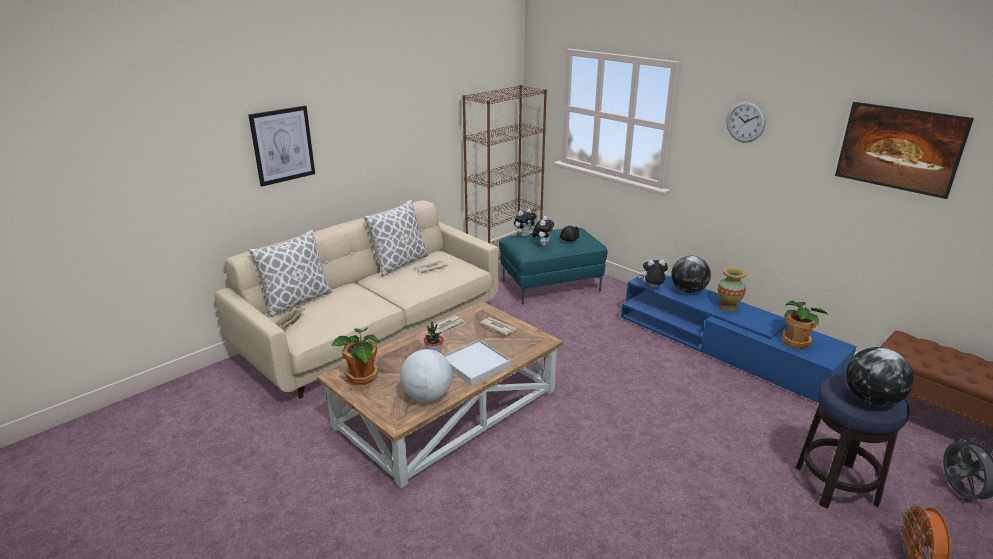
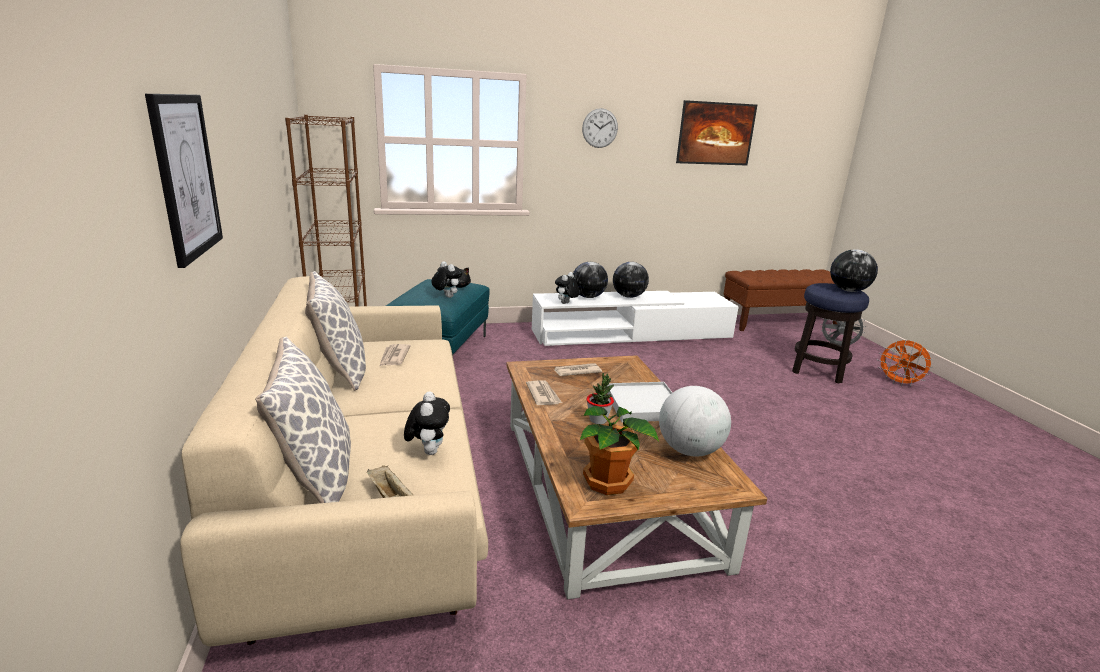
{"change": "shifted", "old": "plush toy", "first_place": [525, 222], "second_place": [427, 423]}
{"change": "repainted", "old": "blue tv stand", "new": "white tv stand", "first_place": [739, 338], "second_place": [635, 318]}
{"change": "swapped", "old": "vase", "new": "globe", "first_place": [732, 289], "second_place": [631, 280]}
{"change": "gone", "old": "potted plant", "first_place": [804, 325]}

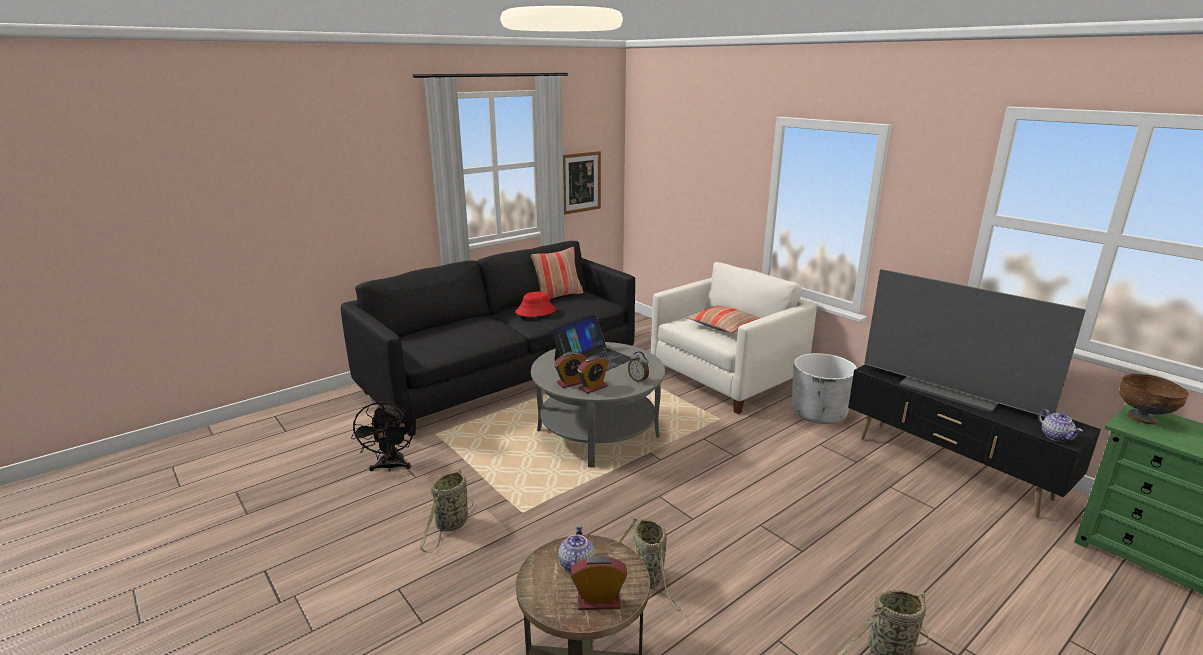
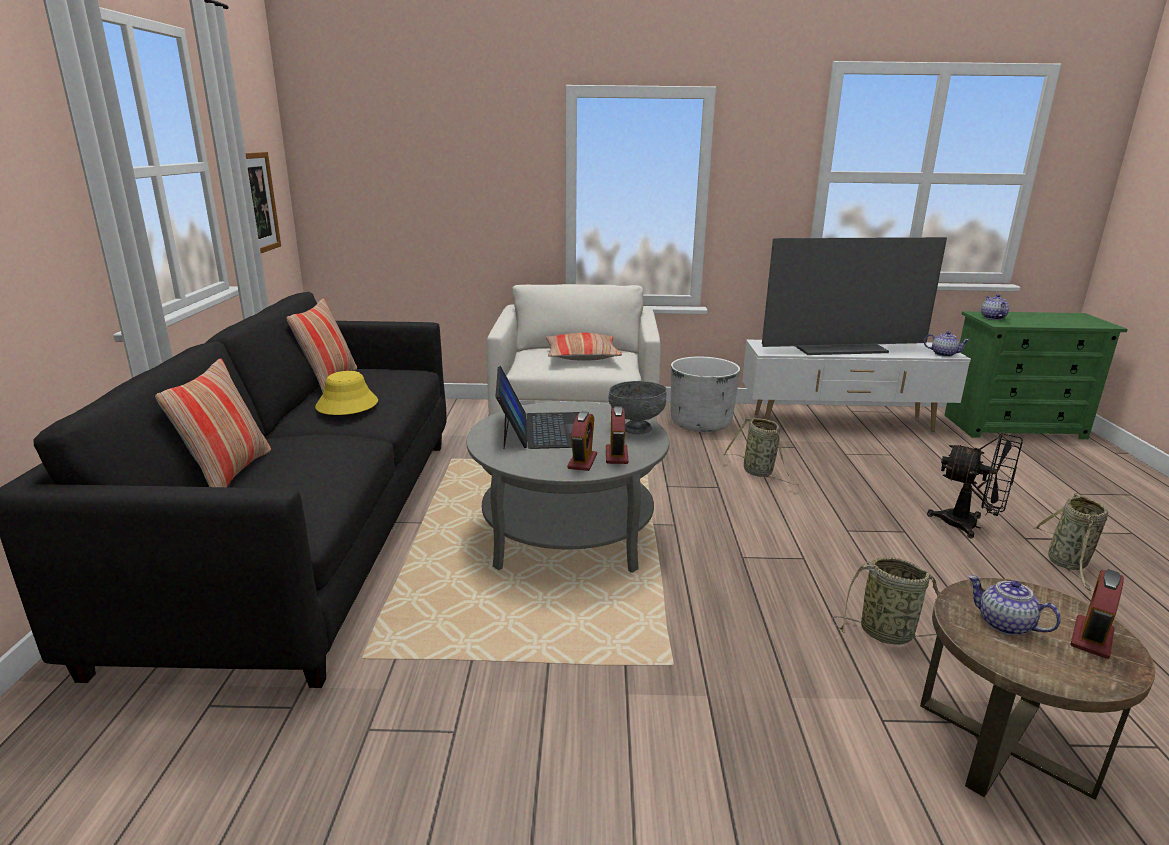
{"change": "shifted", "old": "black fan", "first_place": [382, 437], "second_place": [975, 486]}
{"change": "shifted", "old": "basket", "first_place": [446, 510], "second_place": [761, 451]}
{"change": "repainted", "old": "red hat", "new": "yellow hat", "first_place": [535, 304], "second_place": [346, 393]}
{"change": "swapped", "old": "alarm clock", "new": "grey bowl", "first_place": [638, 367], "second_place": [638, 408]}
{"change": "repainted", "old": "black tv stand", "new": "white tv stand", "first_place": [974, 441], "second_place": [856, 386]}
{"change": "swapped", "old": "brown bowl", "new": "teapot", "first_place": [1154, 399], "second_place": [995, 307]}
{"change": "new", "new": "pillow", "second_place": [213, 422]}

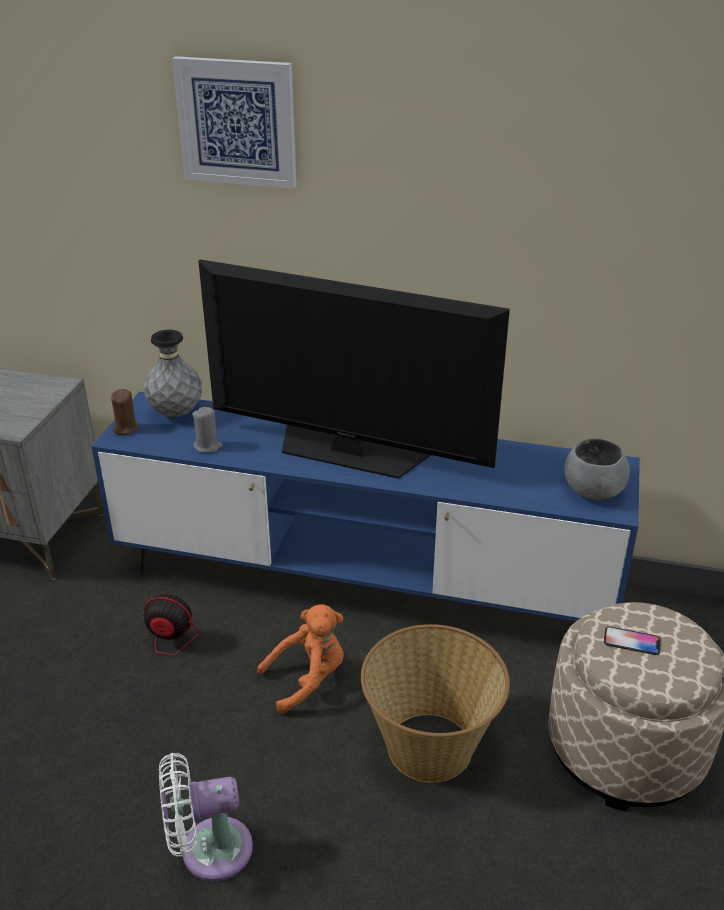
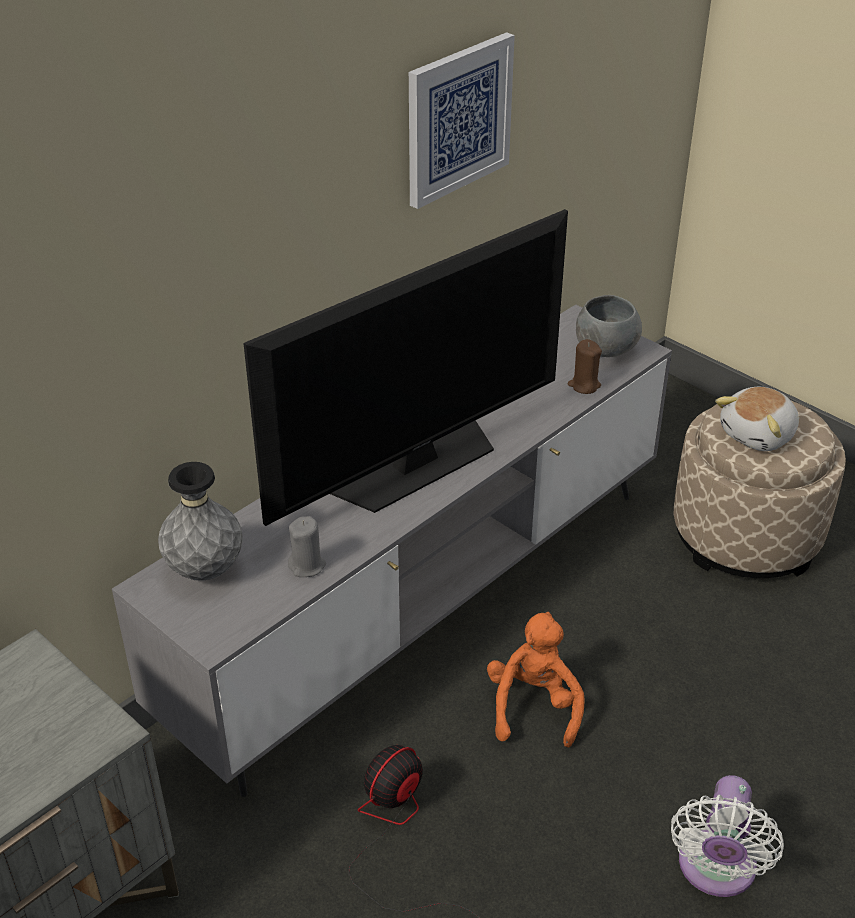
{"change": "repainted", "old": "blue tv stand", "new": "grey tv stand", "first_place": [365, 506], "second_place": [392, 550]}
{"change": "shifted", "old": "brown candle", "first_place": [125, 412], "second_place": [585, 366]}
{"change": "shifted", "old": "picture", "first_place": [234, 122], "second_place": [462, 120]}
{"change": "gone", "old": "basket", "first_place": [435, 703]}
{"change": "swapped", "old": "phone", "new": "plush toy", "first_place": [632, 641], "second_place": [757, 419]}

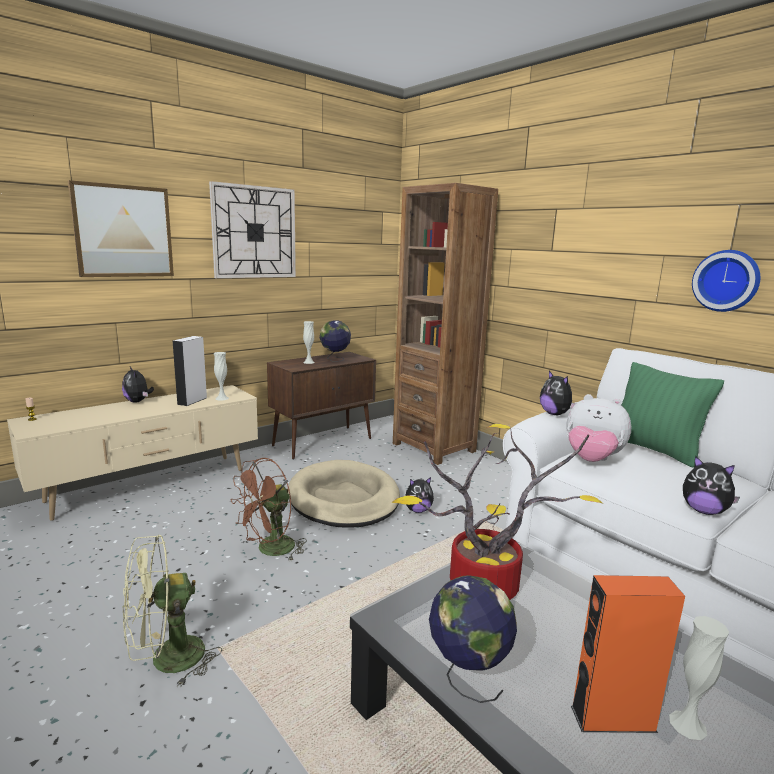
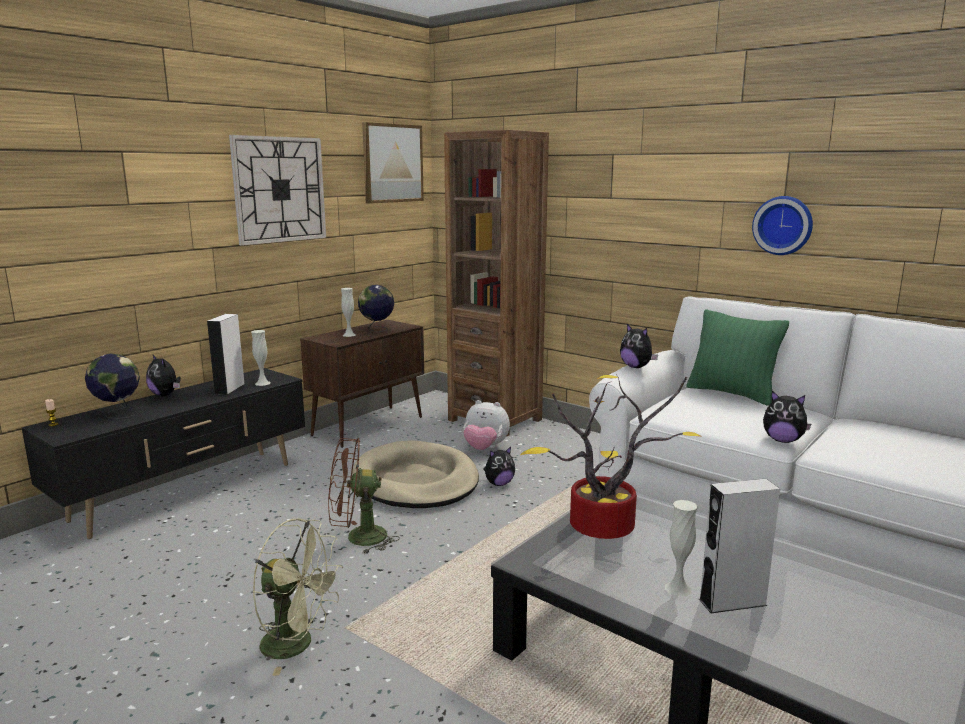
{"change": "repainted", "old": "beige tv stand", "new": "black tv stand", "first_place": [132, 453], "second_place": [163, 453]}
{"change": "shifted", "old": "picture", "first_place": [121, 228], "second_place": [393, 163]}
{"change": "rotated", "old": "green fan", "first_place": [172, 611], "second_place": [298, 597], "degrees": -120}
{"change": "rotated", "old": "brown fan", "first_place": [269, 510], "second_place": [364, 496], "degrees": 45}
{"change": "shifted", "old": "globe", "first_place": [473, 639], "second_place": [112, 386]}
{"change": "shifted", "old": "plush toy", "first_place": [599, 428], "second_place": [486, 425]}
{"change": "repainted", "old": "orange speaker", "new": "grey speaker", "first_place": [628, 654], "second_place": [739, 546]}
{"change": "shifted", "old": "white vase", "first_place": [699, 678], "second_place": [681, 548]}

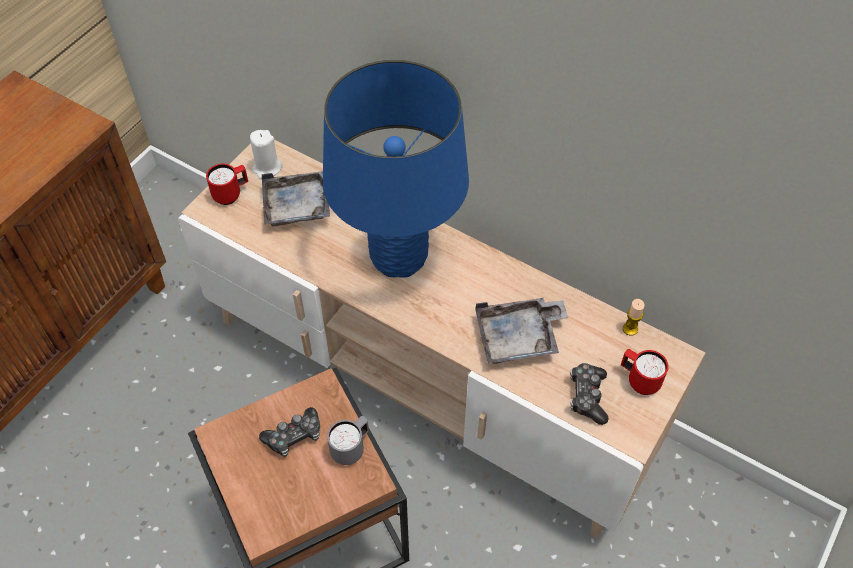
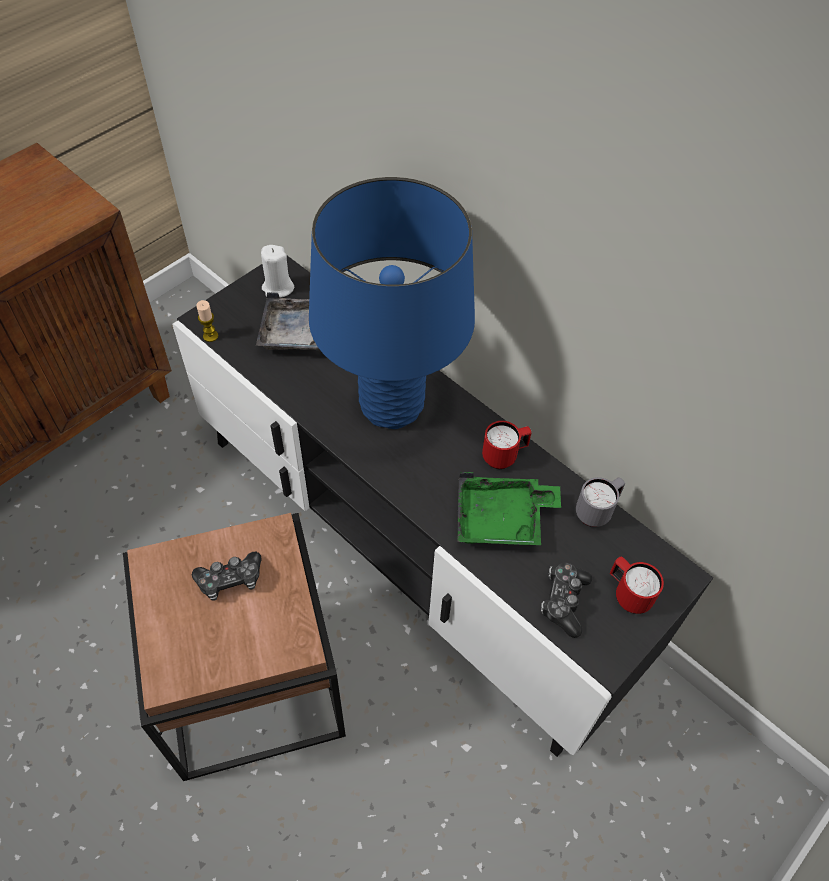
{"change": "repainted", "old": "beige tv stand", "new": "black tv stand", "first_place": [441, 339], "second_place": [442, 506]}
{"change": "shifted", "old": "red mug", "first_place": [227, 184], "second_place": [507, 445]}
{"change": "shifted", "old": "grey mug", "first_place": [348, 440], "second_place": [600, 502]}
{"change": "repainted", "old": "grey tray", "new": "green tray", "first_place": [521, 331], "second_place": [509, 508]}
{"change": "shifted", "old": "candle", "first_place": [634, 317], "second_place": [207, 321]}

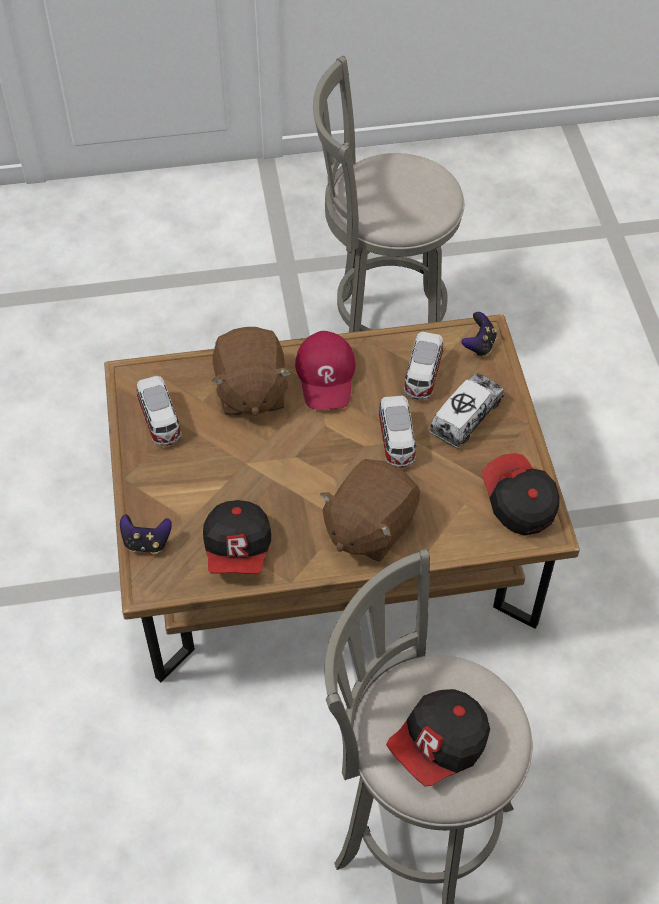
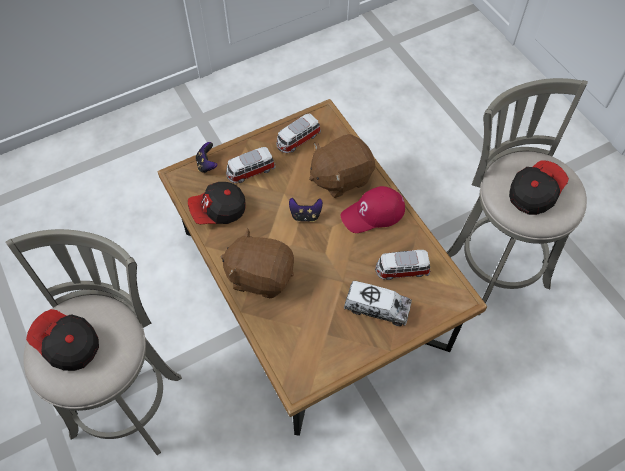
{"change": "shifted", "old": "toy car", "first_place": [397, 432], "second_place": [251, 165]}
{"change": "shifted", "old": "game controller", "first_place": [479, 334], "second_place": [306, 210]}
{"change": "shifted", "old": "cap", "first_place": [521, 494], "second_place": [539, 187]}

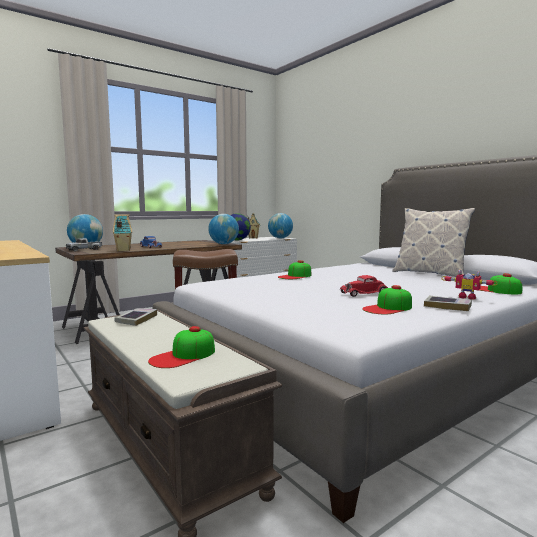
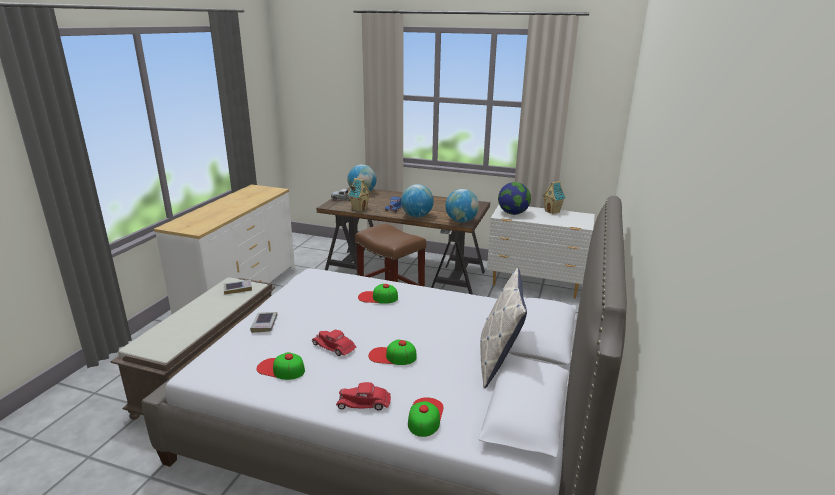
{"change": "shifted", "old": "cap", "first_place": [181, 347], "second_place": [392, 352]}
{"change": "shifted", "old": "globe", "first_place": [280, 225], "second_place": [417, 200]}
{"change": "shifted", "old": "book", "first_place": [448, 303], "second_place": [264, 322]}
{"change": "swapped", "old": "toy robot", "new": "red toy car", "first_place": [469, 285], "second_place": [363, 396]}

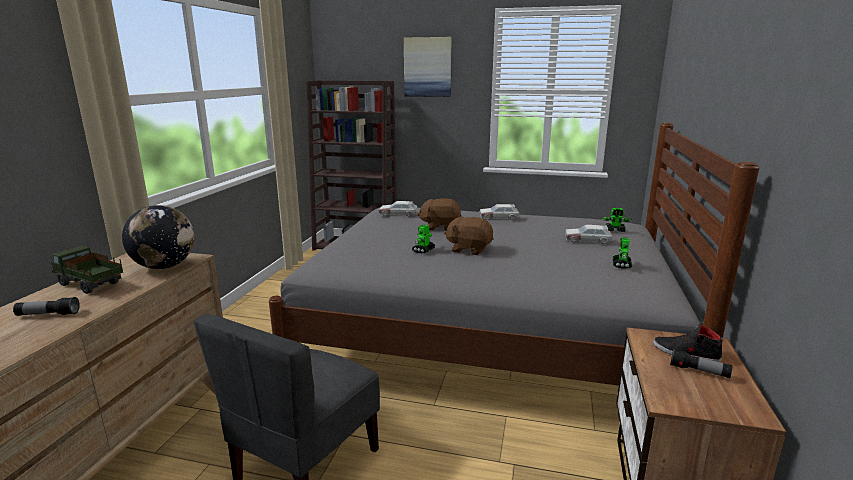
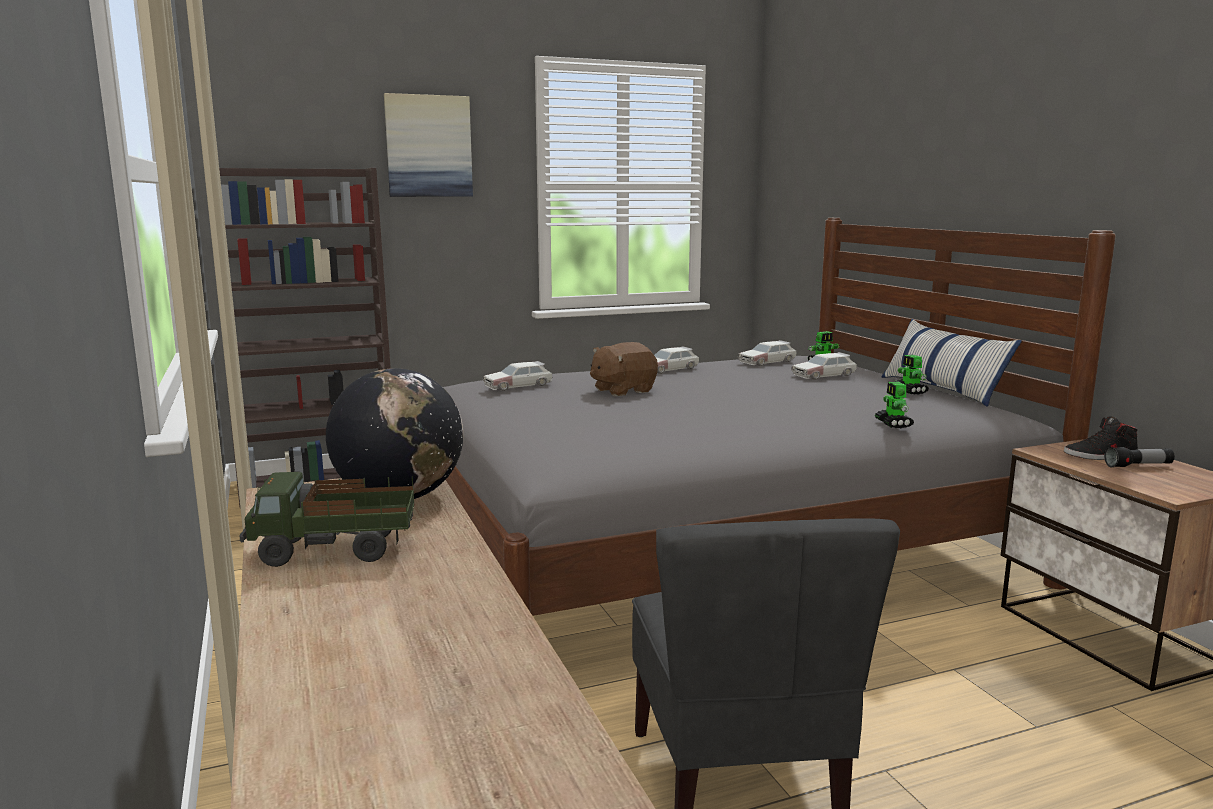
{"change": "gone", "old": "flashlight", "first_place": [46, 306]}
{"change": "shifted", "old": "toy robot", "first_place": [423, 239], "second_place": [894, 405]}
{"change": "gone", "old": "brown plush toy", "first_place": [469, 235]}
{"change": "new", "new": "toy car", "second_place": [767, 353]}
{"change": "new", "new": "pillow", "second_place": [952, 363]}

